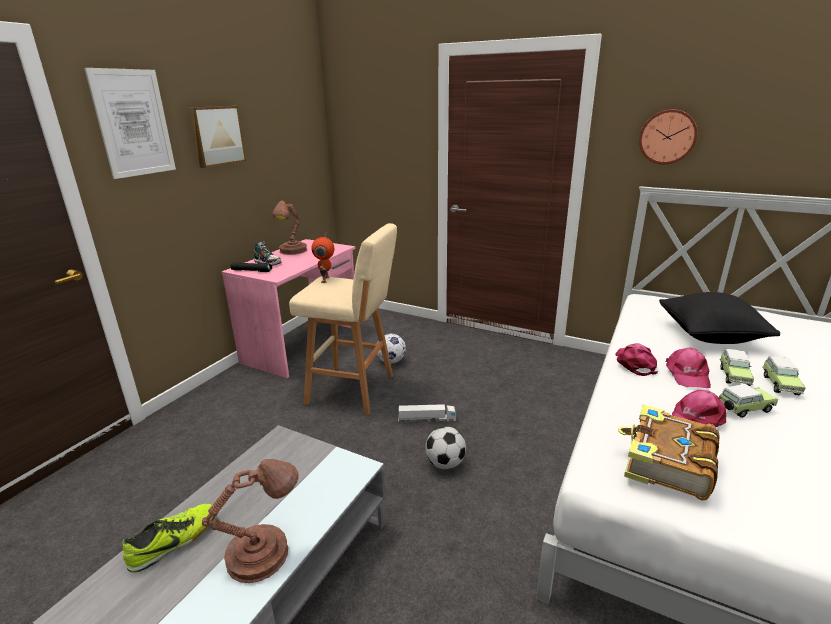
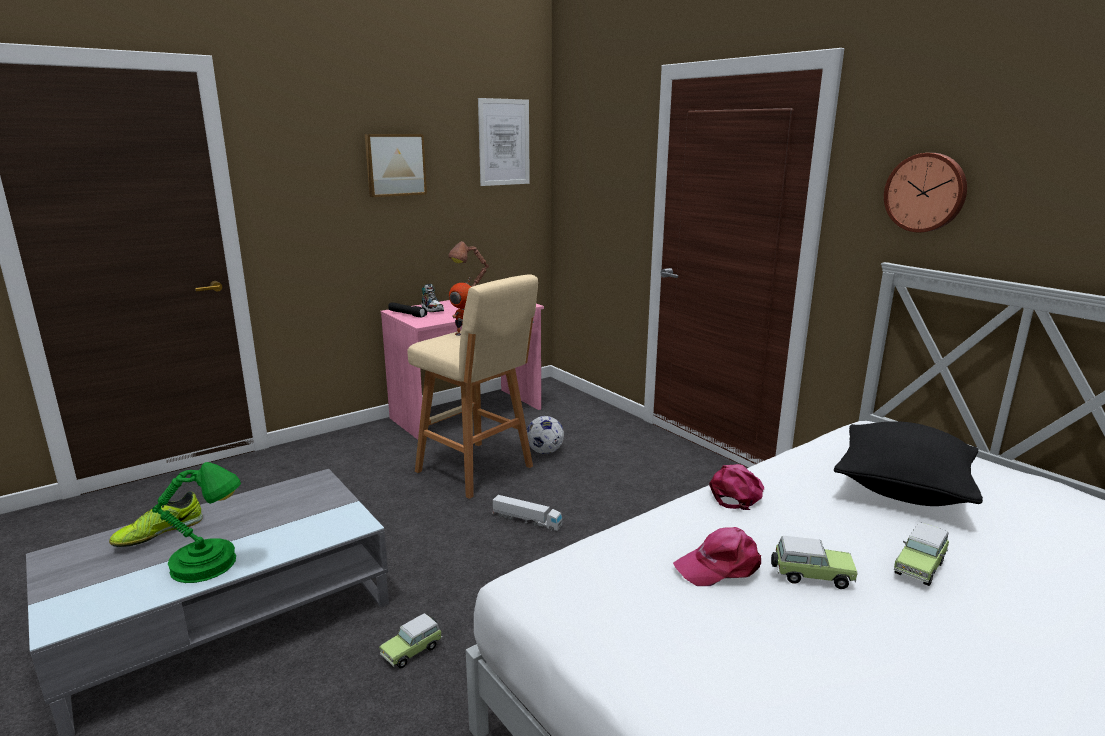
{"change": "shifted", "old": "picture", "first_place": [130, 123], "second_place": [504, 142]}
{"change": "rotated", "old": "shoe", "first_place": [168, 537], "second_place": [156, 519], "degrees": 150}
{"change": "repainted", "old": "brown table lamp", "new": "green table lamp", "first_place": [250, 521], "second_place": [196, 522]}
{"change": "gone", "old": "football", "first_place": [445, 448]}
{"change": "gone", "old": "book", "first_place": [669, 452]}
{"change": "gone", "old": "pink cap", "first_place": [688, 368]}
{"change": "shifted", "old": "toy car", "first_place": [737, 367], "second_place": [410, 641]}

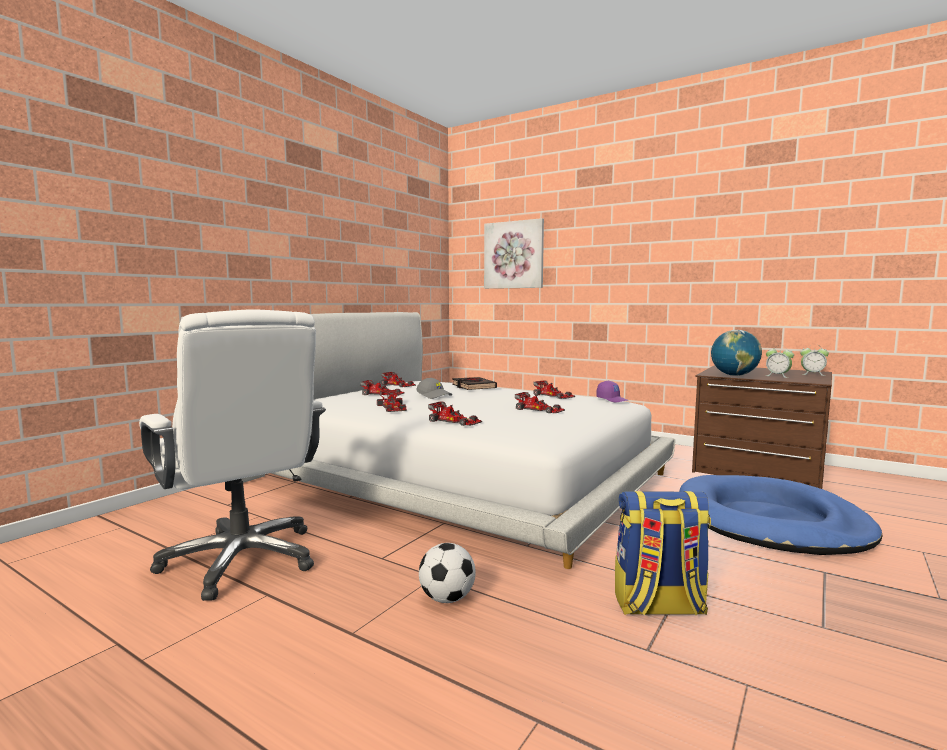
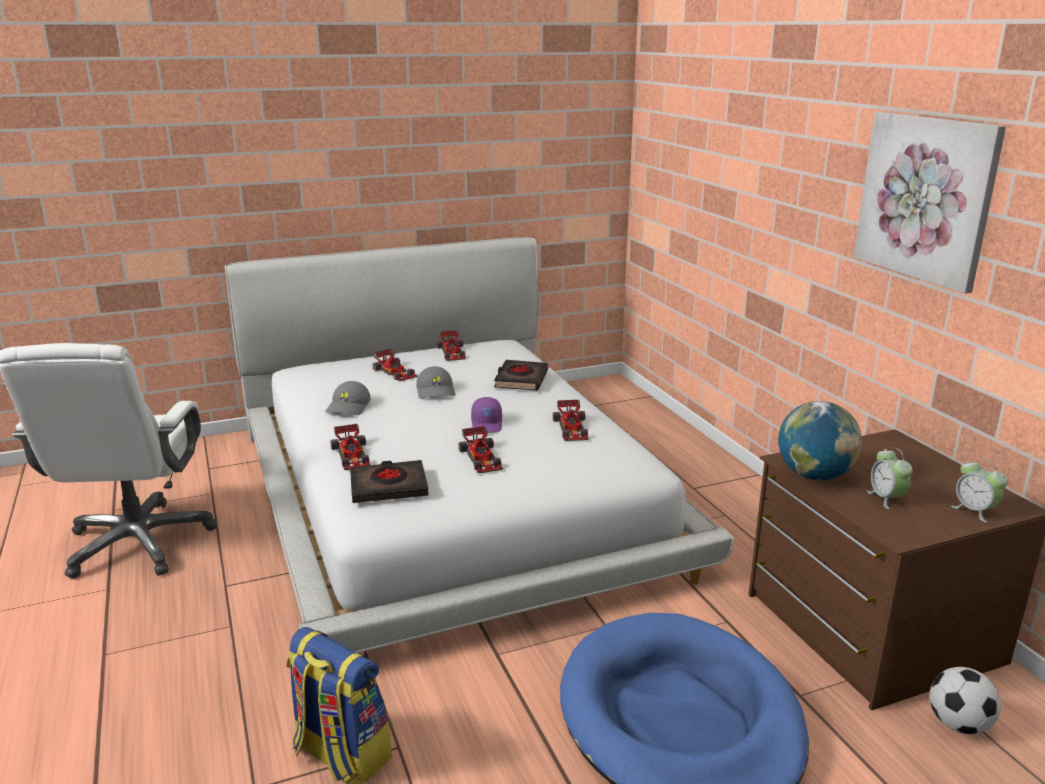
{"change": "swapped", "old": "toy car", "new": "grey cap", "first_place": [392, 401], "second_place": [348, 398]}
{"change": "shifted", "old": "football", "first_place": [447, 573], "second_place": [965, 700]}
{"change": "shifted", "old": "picture", "first_place": [514, 253], "second_place": [929, 203]}
{"change": "shifted", "old": "purple cap", "first_place": [611, 391], "second_place": [486, 415]}
{"change": "new", "new": "black book", "second_place": [389, 481]}

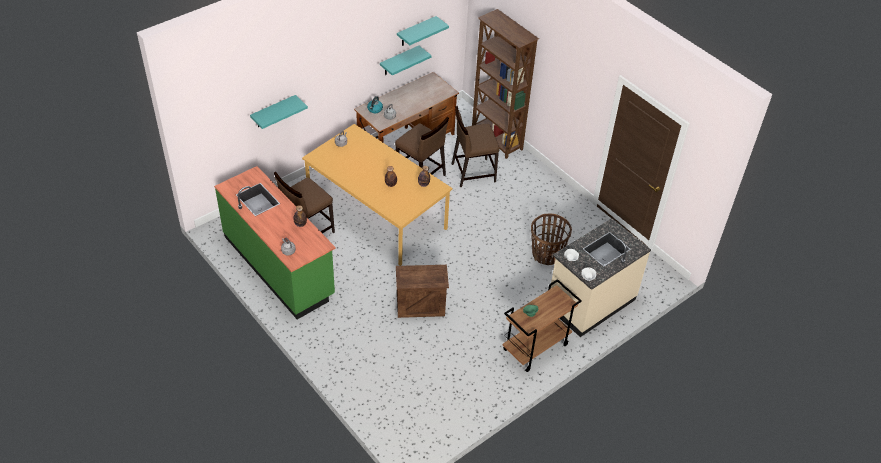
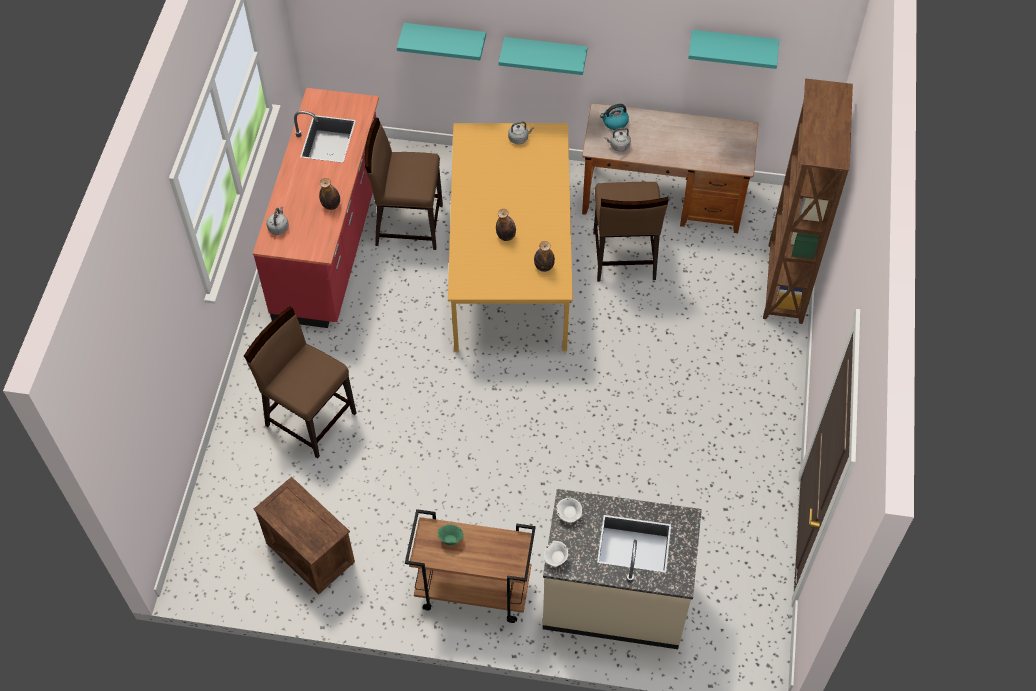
{"change": "repainted", "old": "green counter", "new": "red counter", "first_place": [274, 243], "second_place": [316, 208]}
{"change": "shifted", "old": "turquoise shelf", "first_place": [406, 60], "second_place": [543, 56]}
{"change": "shifted", "old": "crate", "first_place": [422, 291], "second_place": [304, 535]}
{"change": "shifted", "old": "brown chair", "first_place": [476, 146], "second_place": [300, 382]}
{"change": "gone", "old": "basket", "first_place": [551, 239]}

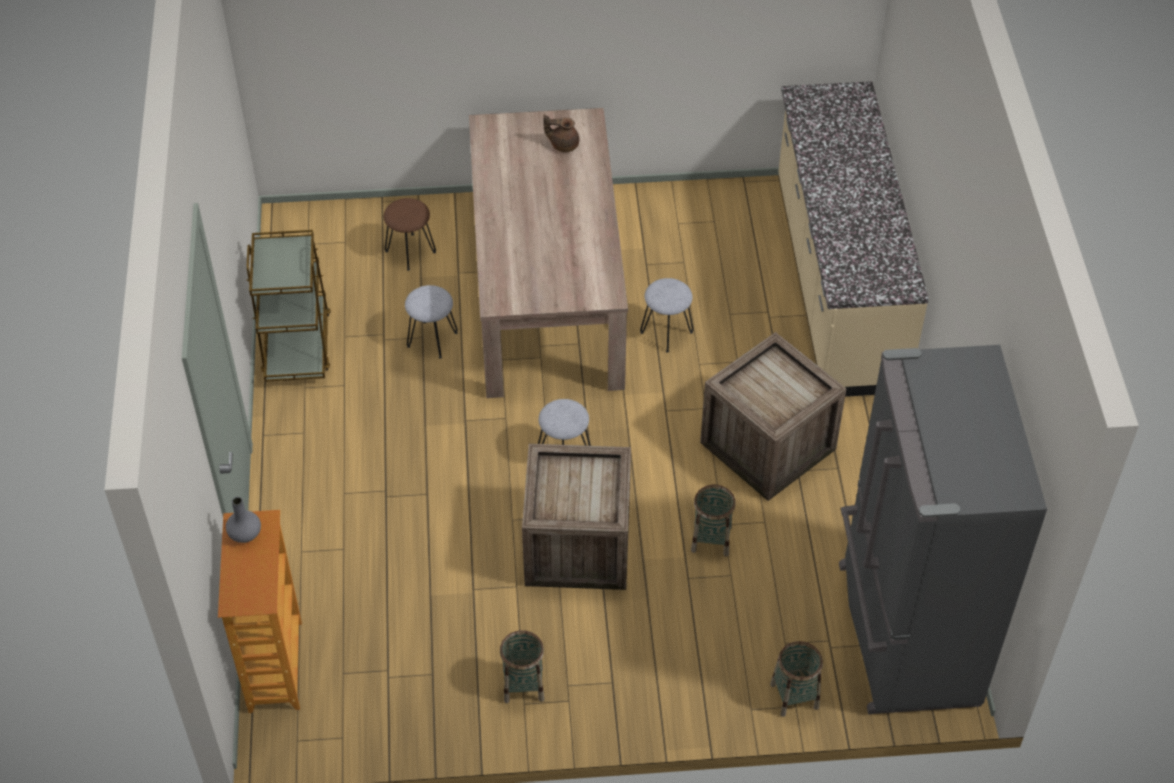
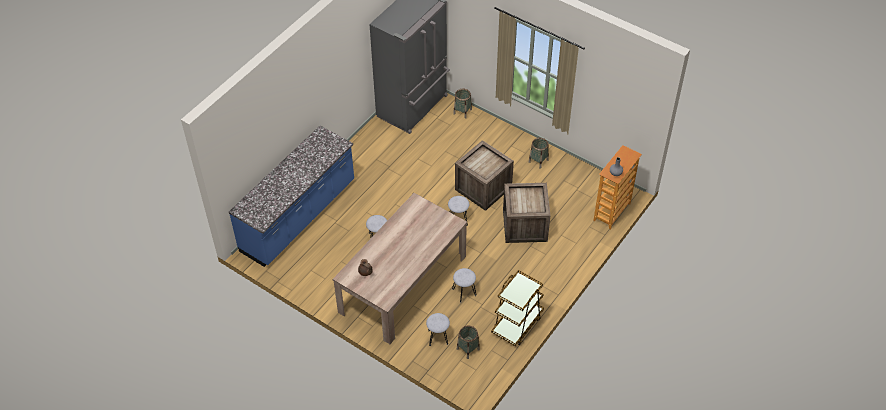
{"change": "repainted", "old": "brown stool", "new": "grey stool", "first_place": [410, 234], "second_place": [438, 329]}
{"change": "shifted", "old": "basket", "first_place": [713, 521], "second_place": [468, 342]}
{"change": "shifted", "old": "crate", "first_place": [773, 416], "second_place": [527, 213]}
{"change": "repainted", "old": "beige counter", "new": "blue counter", "first_place": [853, 239], "second_place": [291, 196]}

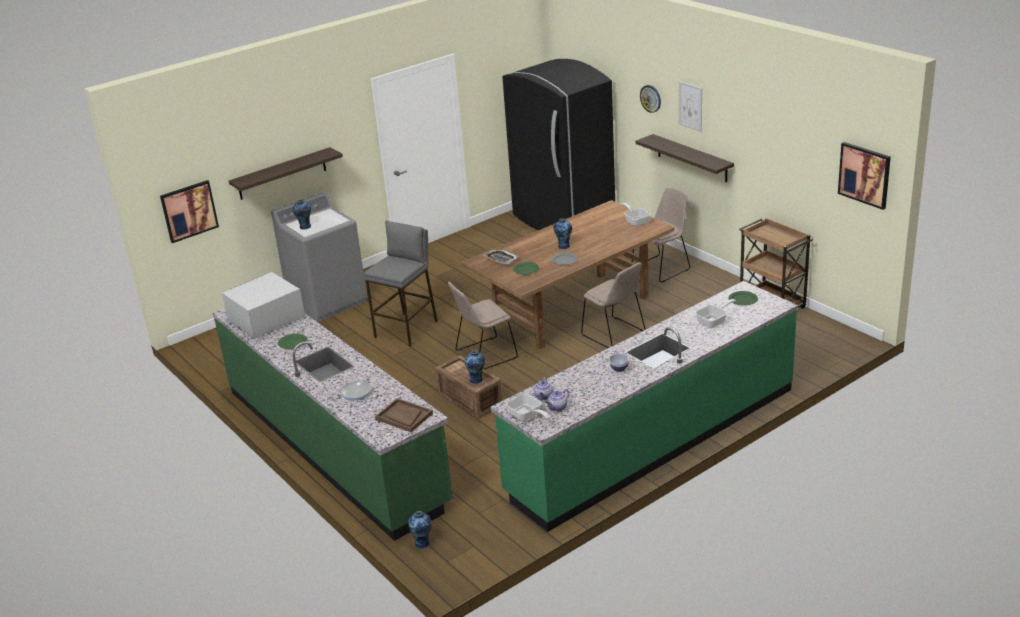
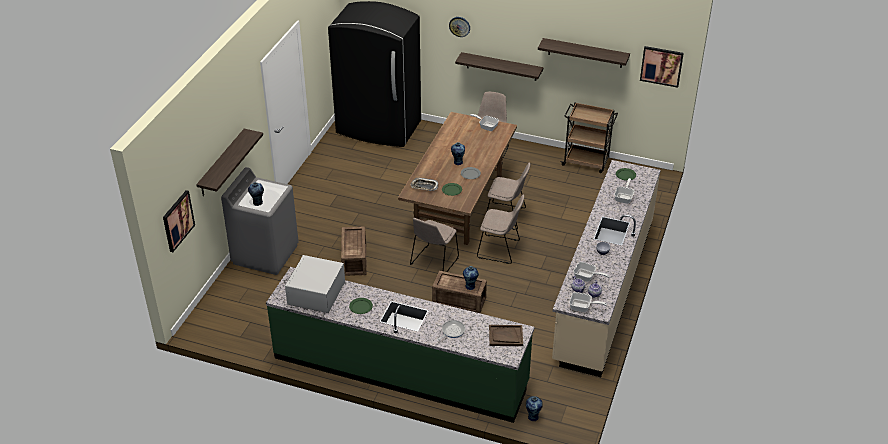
{"change": "swapped", "old": "grey stool", "new": "crate", "first_place": [401, 284], "second_place": [354, 251]}
{"change": "repainted", "old": "green counter", "new": "beige counter", "first_place": [644, 406], "second_place": [606, 268]}
{"change": "gone", "old": "picture", "first_place": [690, 106]}
{"change": "new", "new": "beige chair", "second_place": [500, 229]}
{"change": "new", "new": "shelf", "second_place": [584, 53]}
{"change": "new", "new": "frying pan", "second_place": [591, 272]}

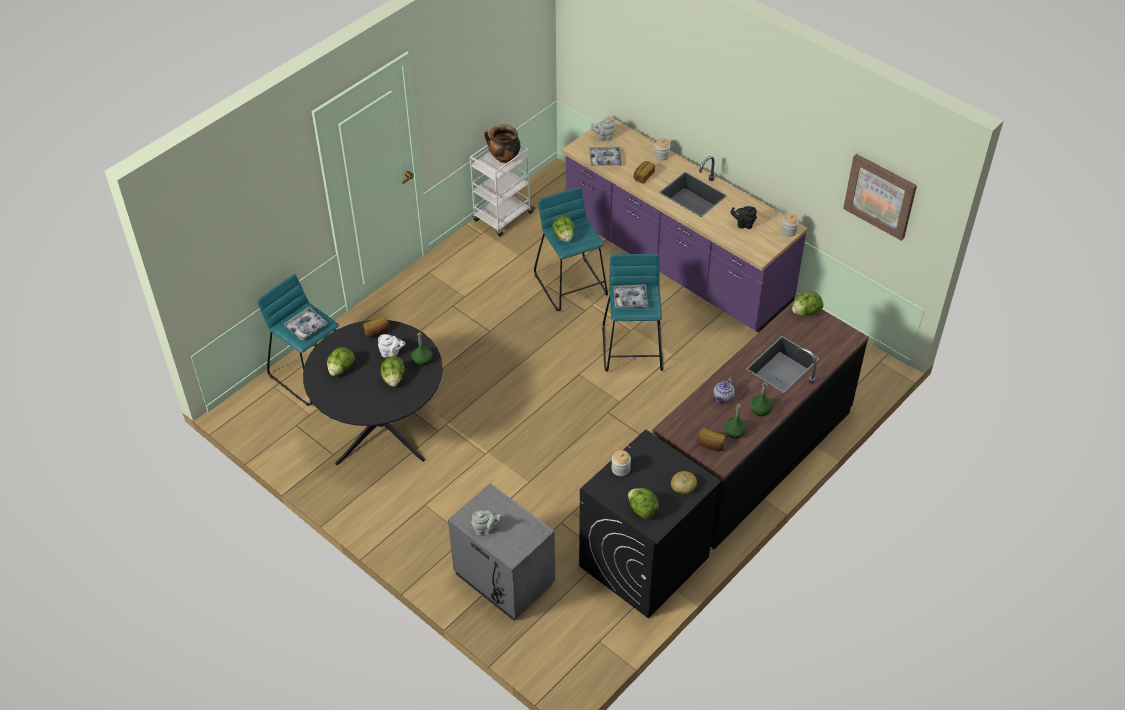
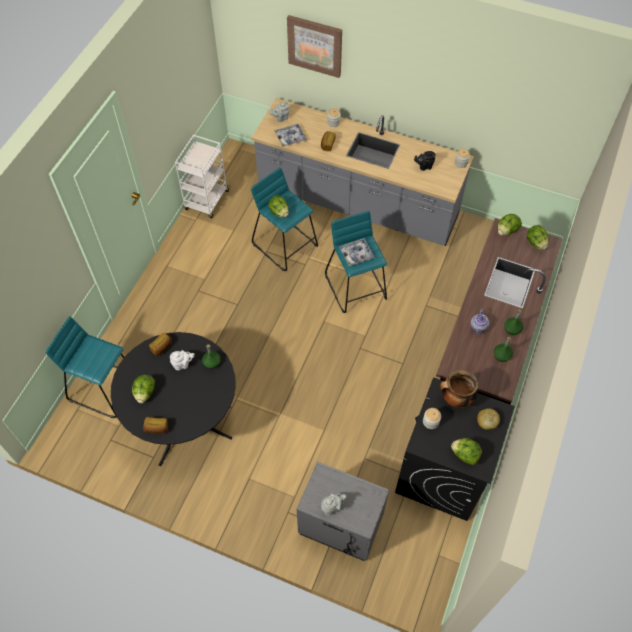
{"change": "gone", "old": "tray", "first_place": [305, 323]}
{"change": "shifted", "old": "lettuce", "first_place": [392, 371], "second_place": [537, 237]}
{"change": "shifted", "old": "cooking pot", "first_place": [502, 143], "second_place": [459, 389]}
{"change": "repainted", "old": "purple counter", "new": "grey counter", "first_place": [685, 224], "second_place": [362, 172]}
{"change": "shifted", "old": "bread", "first_place": [711, 440], "second_place": [155, 425]}
{"change": "shifted", "old": "picture", "first_place": [880, 197], "second_place": [314, 46]}

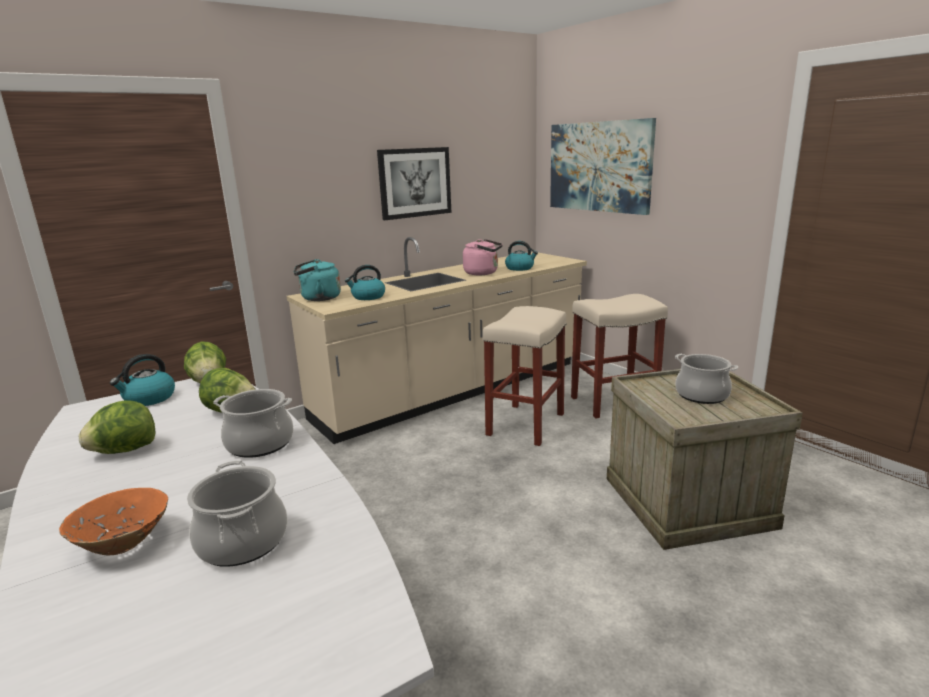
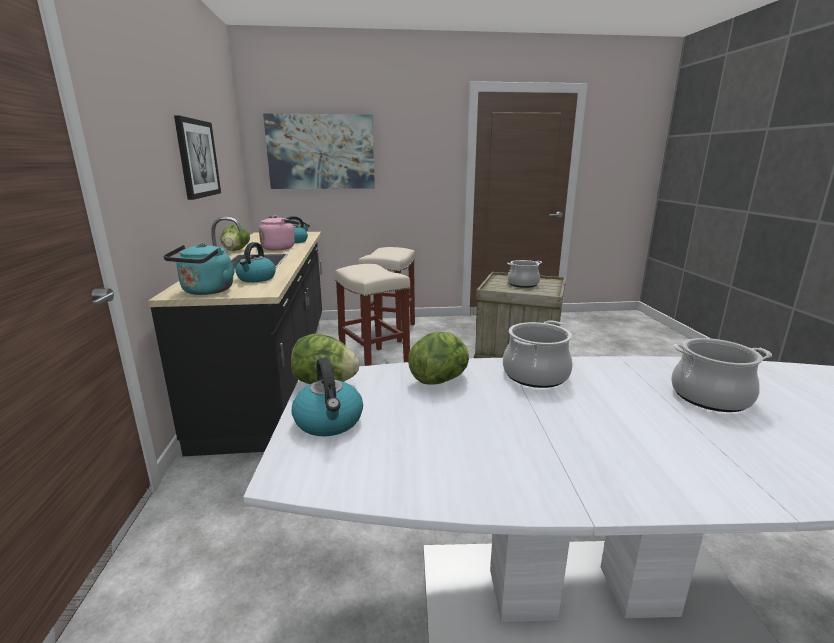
{"change": "gone", "old": "orange bowl", "first_place": [113, 521]}
{"change": "shifted", "old": "lettuce", "first_place": [117, 427], "second_place": [235, 237]}
{"change": "repainted", "old": "beige counter", "new": "black counter", "first_place": [437, 340], "second_place": [235, 336]}

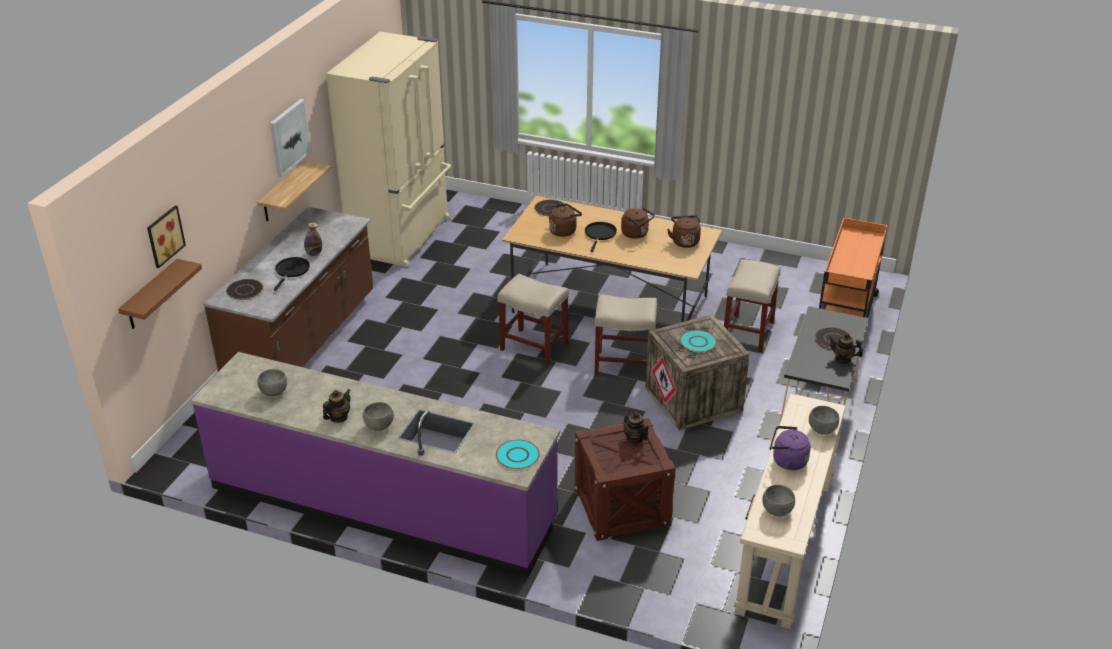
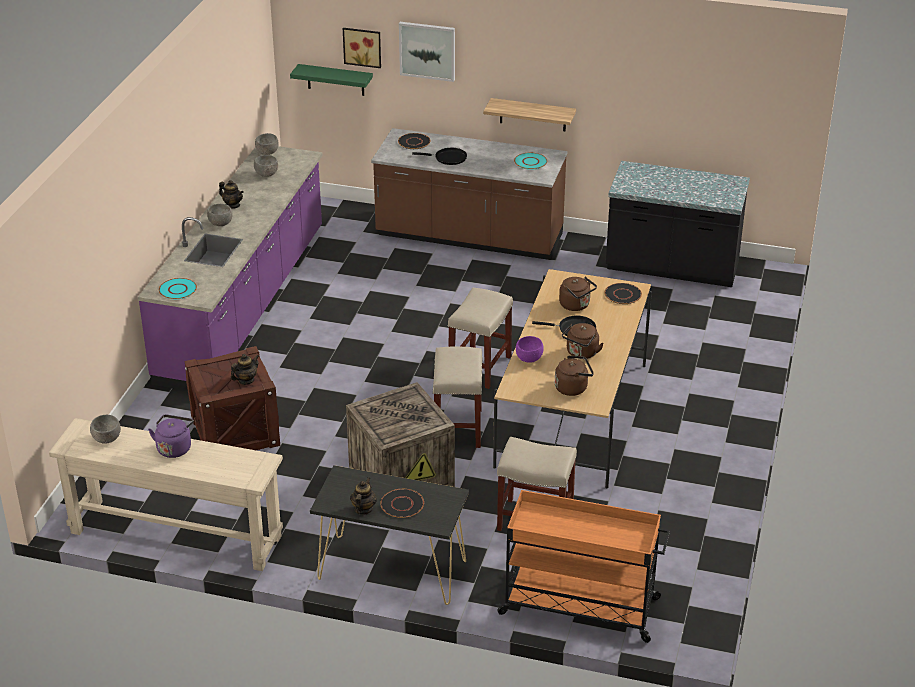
{"change": "repainted", "old": "brown shelf", "new": "green shelf", "first_place": [160, 294], "second_place": [331, 80]}
{"change": "shifted", "old": "picture", "first_place": [291, 138], "second_place": [427, 52]}
{"change": "gone", "old": "bottle", "first_place": [313, 239]}
{"change": "swapped", "old": "beige fridge", "new": "black counter", "first_place": [388, 149], "second_place": [678, 224]}
{"change": "shifted", "old": "turquoise plate", "first_place": [698, 341], "second_place": [530, 161]}
{"change": "shifted", "old": "grey bowl", "first_place": [824, 420], "second_place": [266, 144]}
{"change": "new", "new": "purple bowl", "second_place": [530, 349]}

